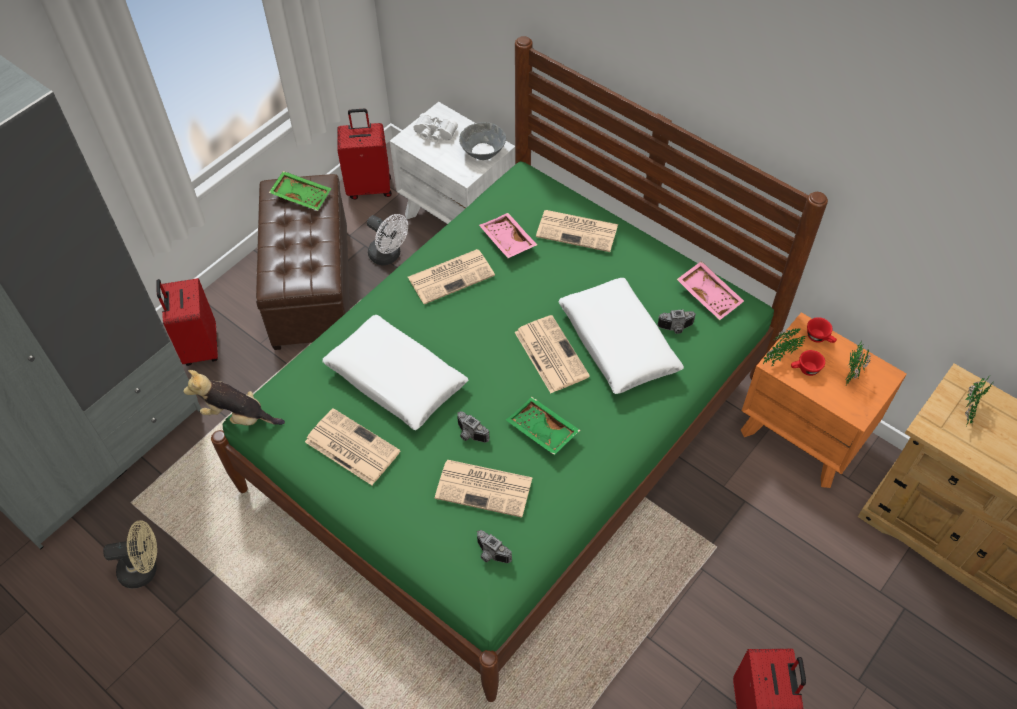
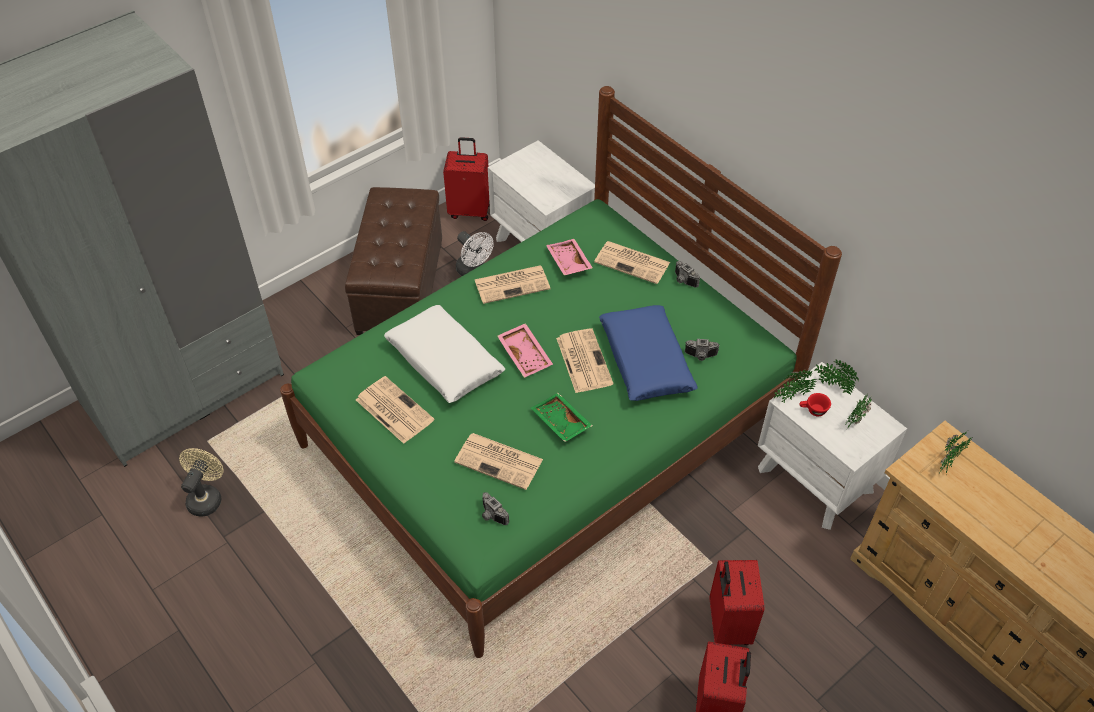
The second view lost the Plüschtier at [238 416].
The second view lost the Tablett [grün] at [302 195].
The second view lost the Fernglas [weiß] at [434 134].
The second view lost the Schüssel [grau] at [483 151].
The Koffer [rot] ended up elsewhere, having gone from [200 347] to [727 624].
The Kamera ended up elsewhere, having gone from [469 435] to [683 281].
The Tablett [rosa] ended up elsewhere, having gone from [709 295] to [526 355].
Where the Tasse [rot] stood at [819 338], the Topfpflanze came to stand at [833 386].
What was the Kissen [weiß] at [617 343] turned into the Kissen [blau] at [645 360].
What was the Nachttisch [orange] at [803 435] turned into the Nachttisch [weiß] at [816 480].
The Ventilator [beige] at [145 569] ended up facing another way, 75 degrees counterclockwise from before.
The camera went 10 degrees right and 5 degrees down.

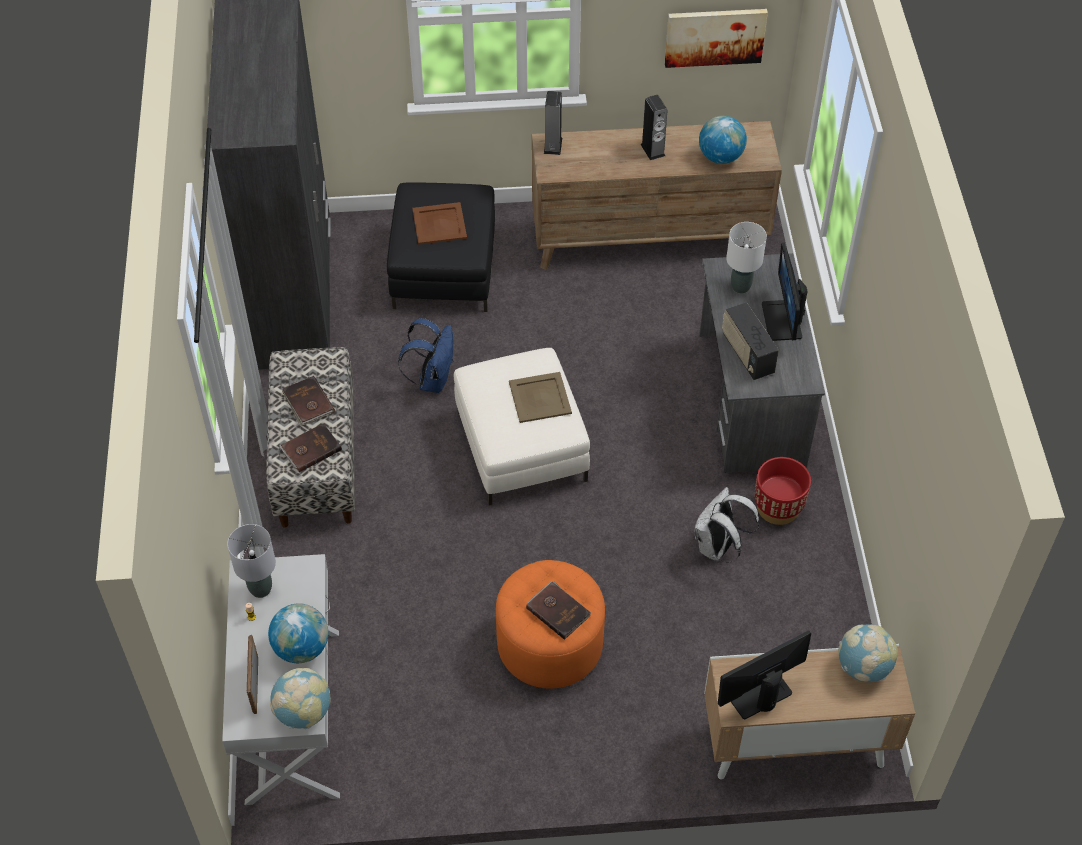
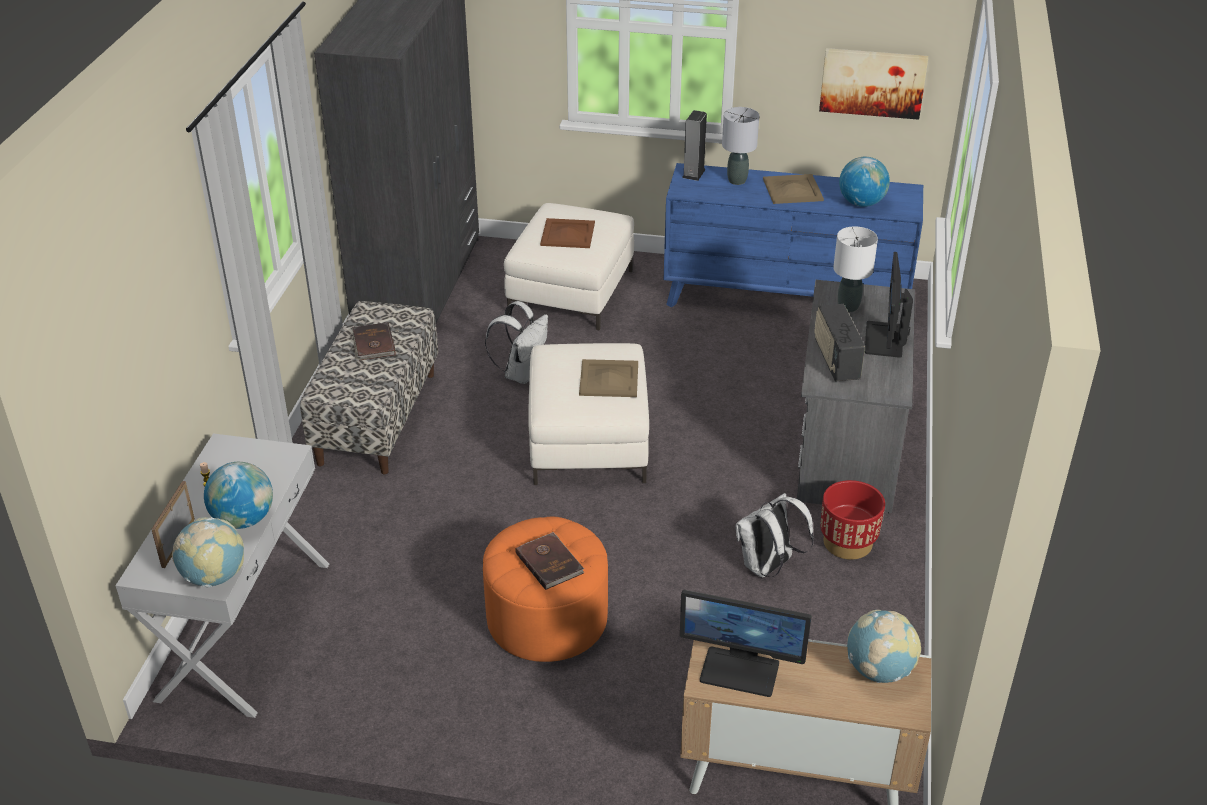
The second view lost the Buch [braun] at [310 449].
The Tischlampe [grau] ended up elsewhere, having gone from [260 589] to [737 180].
Where the Lautsprecher stood at [652 150], the Tablett [beige] came to stand at [793 189].
What was the Polsterhocker [schwarz] at [444 269] turned into the Polsterhocker [weiß] at [571 292].
What was the Rucksack [blau] at [432 379] turned into the Rucksack [weiß] at [522 373].
What was the Kommode [braun] at [649 238] turned into the Kommode [blau] at [785 299].
The Monitor at [758 693] ended up facing another way, 150 degrees counterclockwise from before.
The camera went 15 degrees right and 15 degrees down.

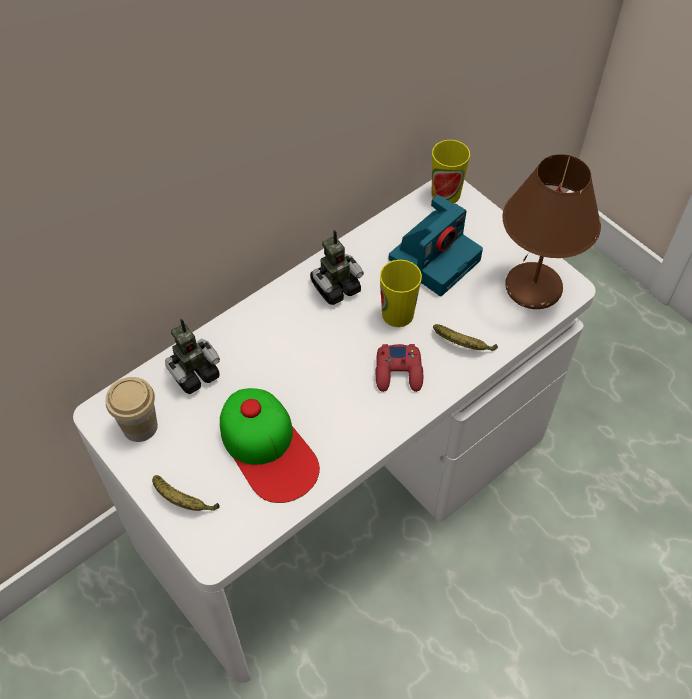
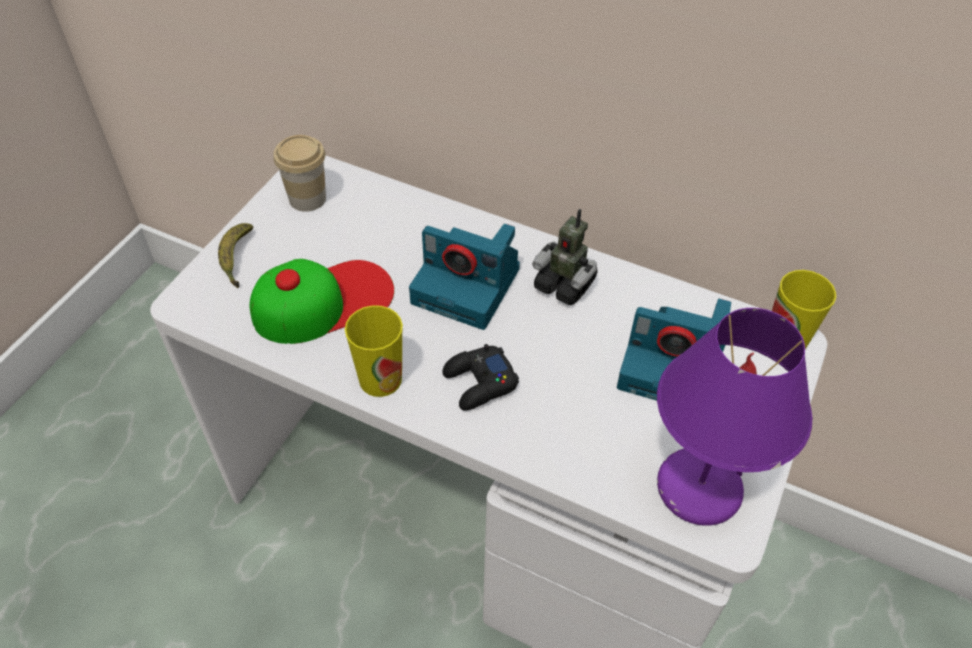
The second view lost the Spielzeugroboter at [193 373].
The second view lost the Banane at [463 345].
The second view gained the Kamera at [468 286].
The Tasse ended up elsewhere, having gone from [397 314] to [380 379].
What was the Gamepad [rot] at [399 372] turned into the Gamepad [schwarz] at [479 383].
What was the Tischlampe [braun] at [532 289] turned into the Tischlampe [lila] at [696 488].
The Kappe at [268 448] ended up facing another way, 150 degrees counterclockwise from before.
The camera went 65 degrees right and 5 degrees down.

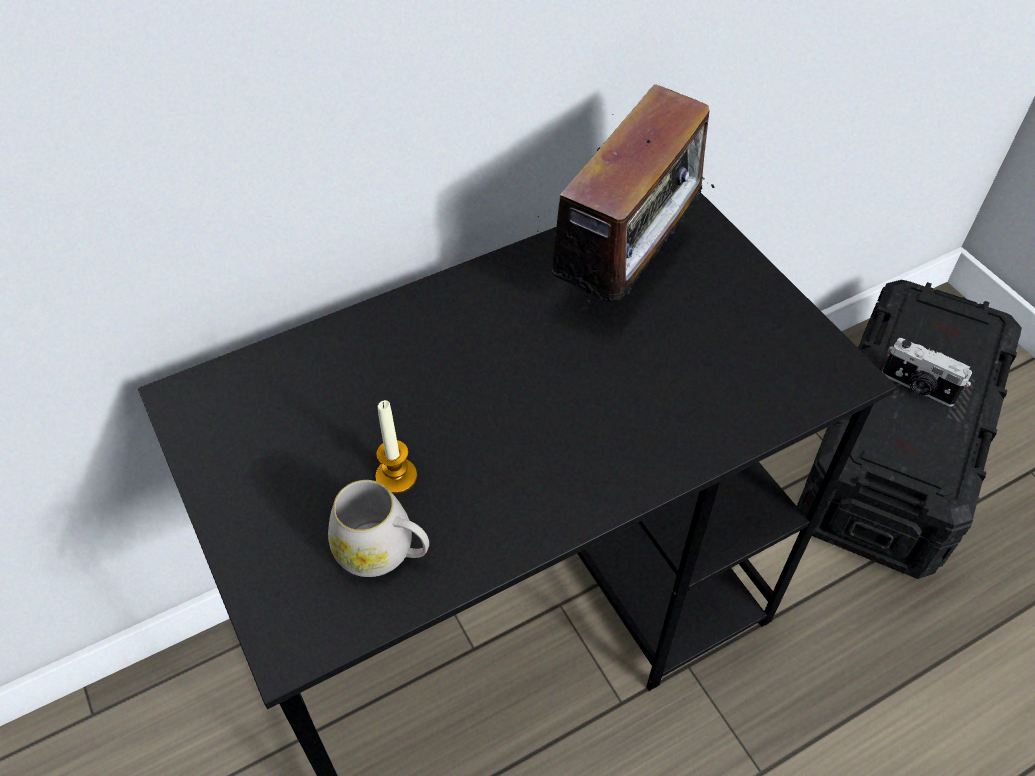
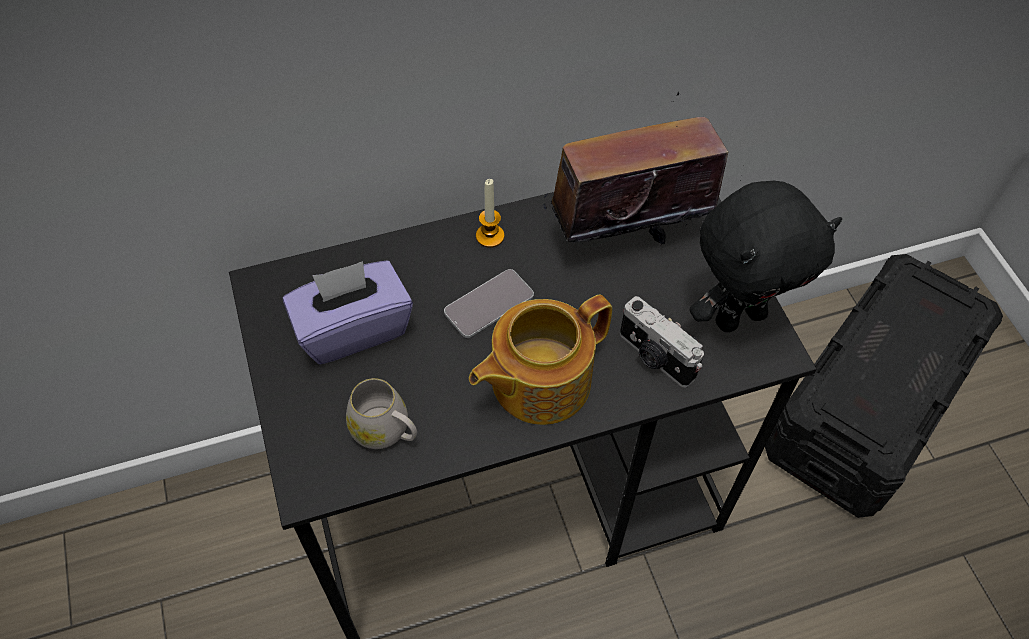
The second view gained the Taschentuchbox [lila] at [353 328].
The second view gained the Handy at [489 304].
The second view gained the Teekanne at [538 381].
The second view gained the Plüschtier [schwarz] at [739 316].
The Kerze ended up elsewhere, having gone from [396 476] to [490 236].
The Kamera ended up elsewhere, having gone from [917 387] to [655 357].
The Radio at [627 271] ended up facing another way, 150 degrees counterclockwise from before.
The camera went 10 degrees right and 5 degrees up.

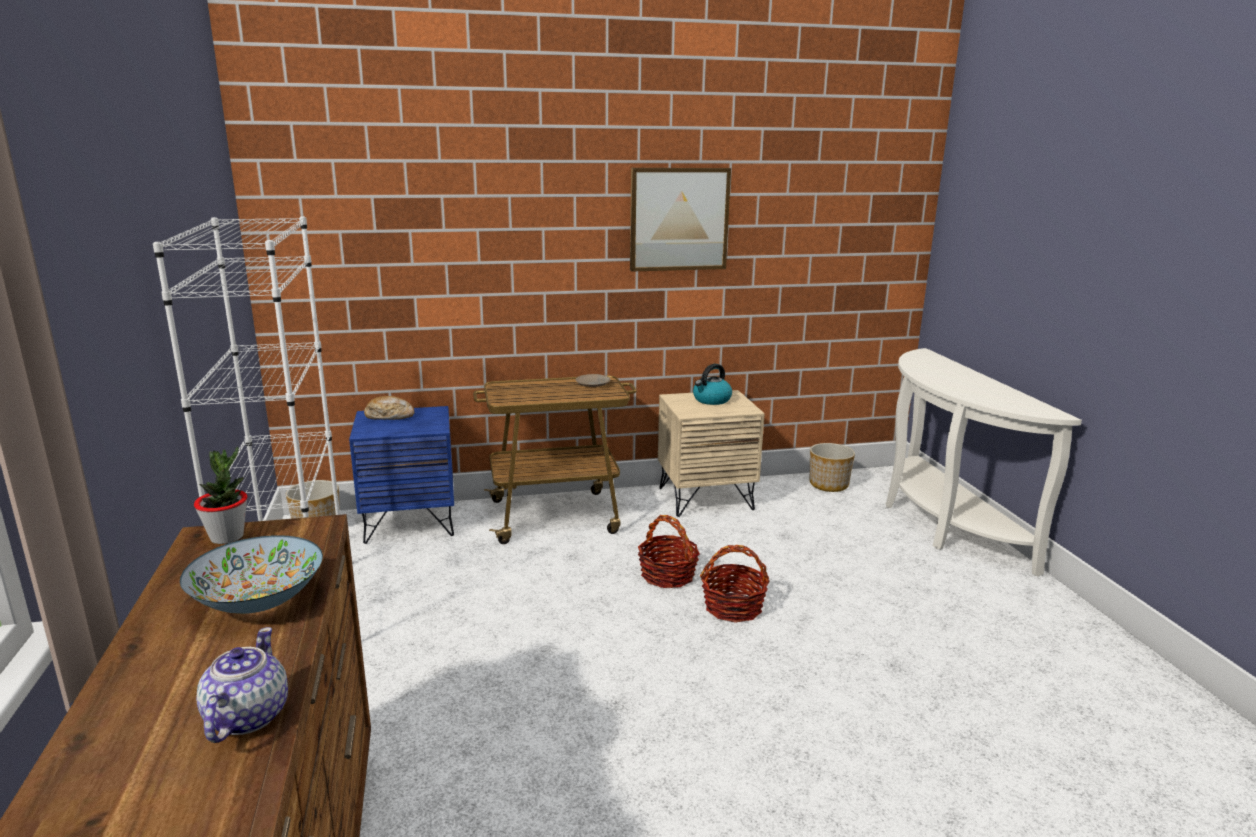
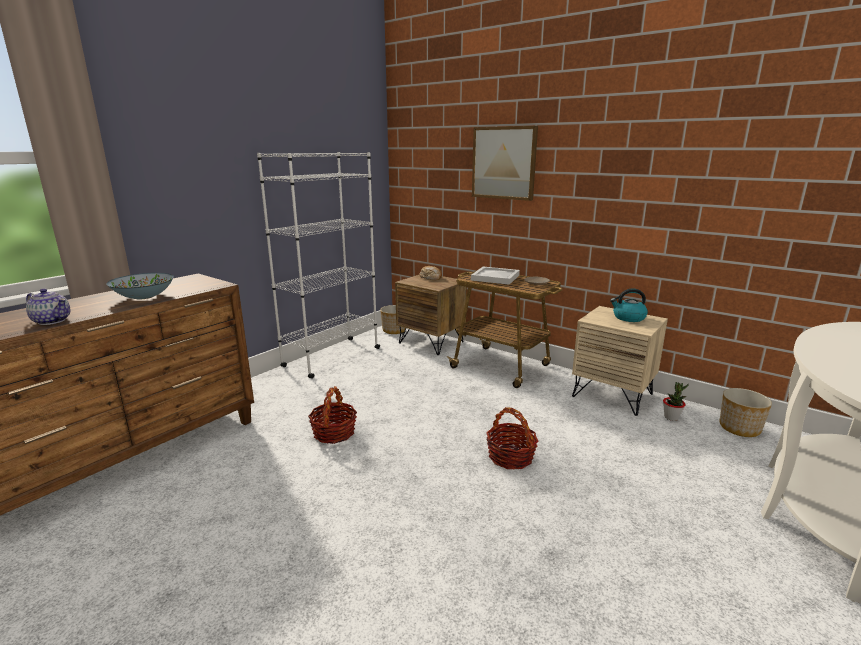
The second view gained the Tablett [weiß] at [494 277].
The Topfpflanze ended up elsewhere, having gone from [227 537] to [671 417].
The Bild ended up elsewhere, having gone from [678 219] to [504 163].
The Korb ended up elsewhere, having gone from [668 575] to [334 433].
What was the Nachttisch [blau] at [410 522] turned into the Nachttisch [braun] at [431 342].
The Teekanne at [246 717] ended up facing another way, 60 degrees clockwise from before.
The camera went 50 degrees right and 0 degrees up.

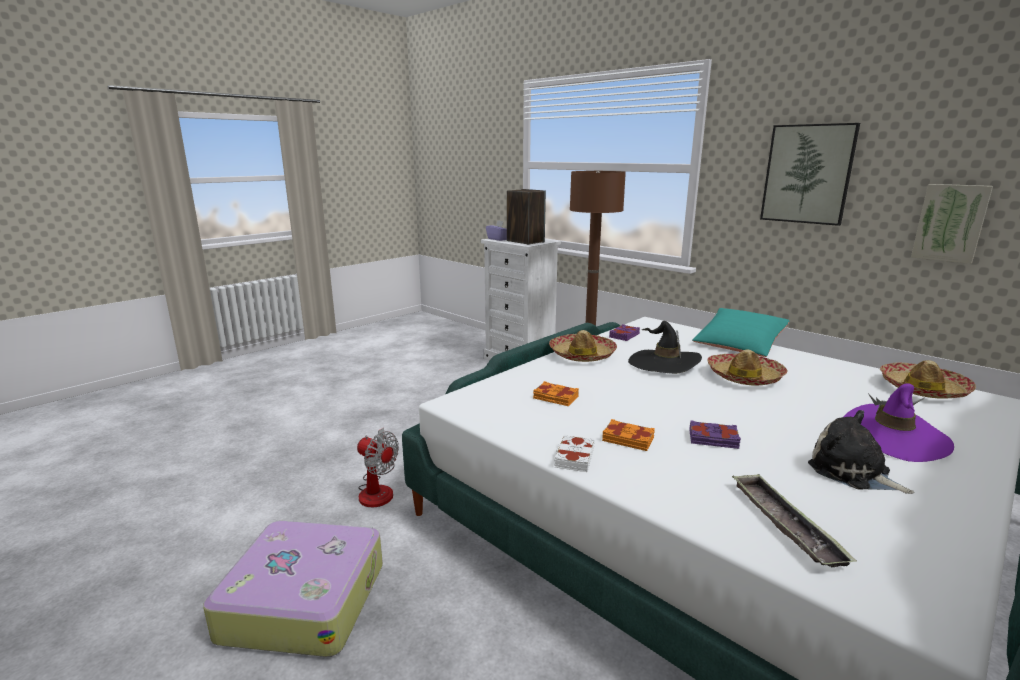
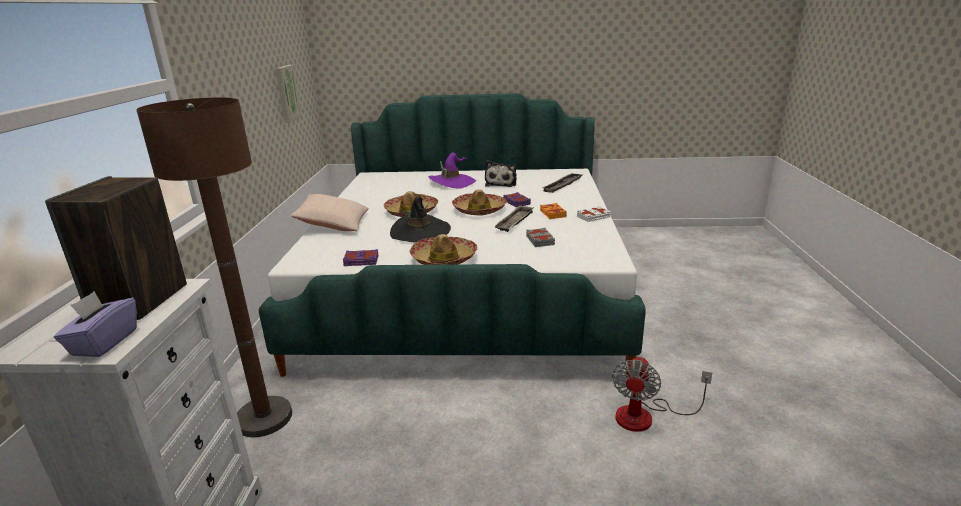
The second view lost the Koffer at [304 599].
The second view lost the Bild at [807 174].
The second view gained the Tablett at [515 222].
The Hut ended up elsewhere, having gone from [922 389] to [479 210].
What was the Buch [orange] at [555 398] turned into the Buch [grau] at [540 240].
What was the Kissen [türkis] at [738 344] turned into the Kissen [beige] at [333 224].
The Ventilator at [378 489] ended up facing another way, 150 degrees counterclockwise from before.
The camera went 130 degrees left and 5 degrees up.

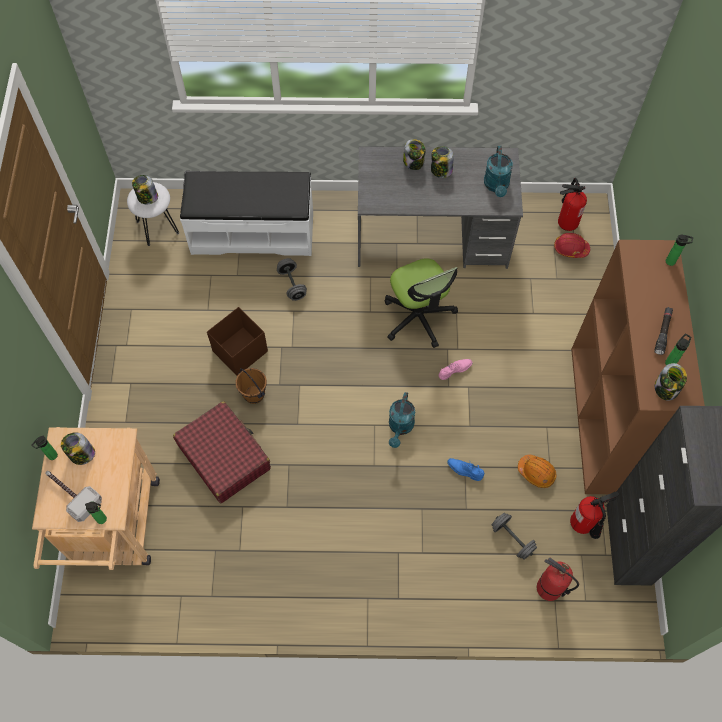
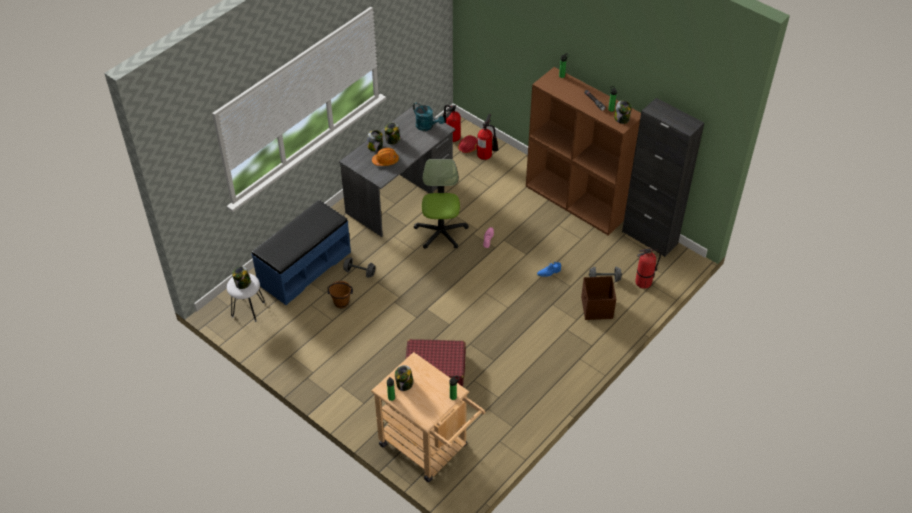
The second view lost the Hammer at [70 493].
The second view lost the Gießkanne [türkis] at [400 427].
The Aufbewahrungsbox [braun] ended up elsewhere, having gone from [239 351] to [596 308].
The Eimer [braun] ended up elsewhere, having gone from [253 394] to [341 303].
The Schutzhelm [orange] ended up elsewhere, having gone from [536 472] to [385 161].
The Feuerlöscher ended up elsewhere, having gone from [584 526] to [487 156].
What was the Bank [weiß] at [252 232] turned into the Bank [blau] at [304 268].
The Bürostuhl at [418 317] ended up facing another way, 105 degrees counterclockwise from before.
The camera went 50 degrees left and 15 degrees down.

